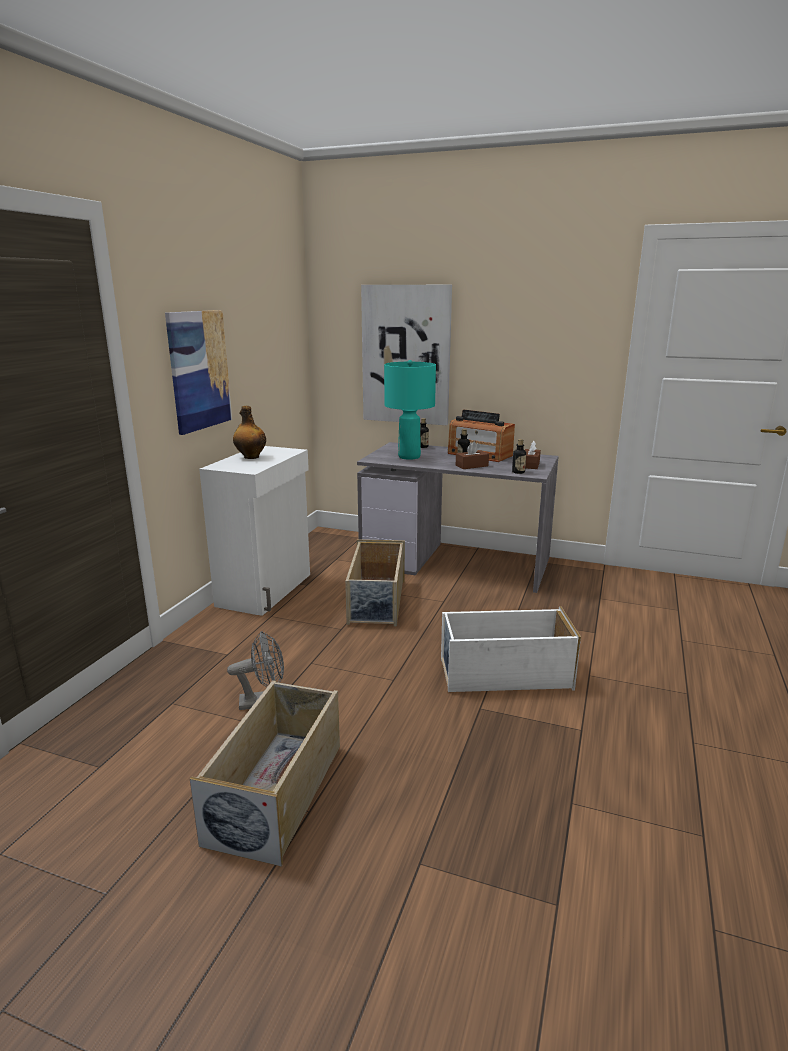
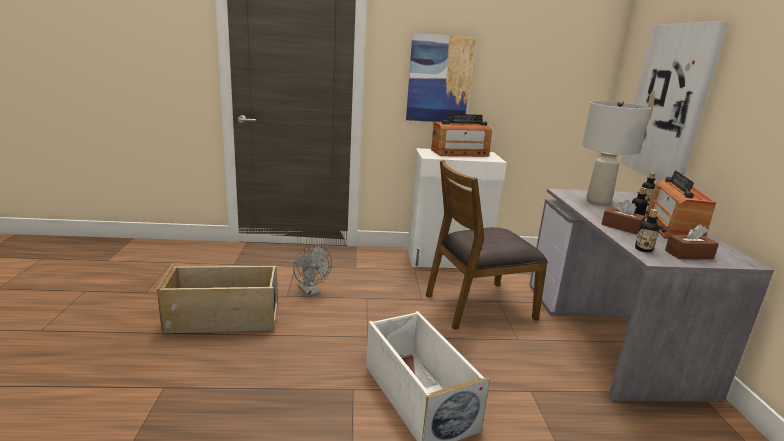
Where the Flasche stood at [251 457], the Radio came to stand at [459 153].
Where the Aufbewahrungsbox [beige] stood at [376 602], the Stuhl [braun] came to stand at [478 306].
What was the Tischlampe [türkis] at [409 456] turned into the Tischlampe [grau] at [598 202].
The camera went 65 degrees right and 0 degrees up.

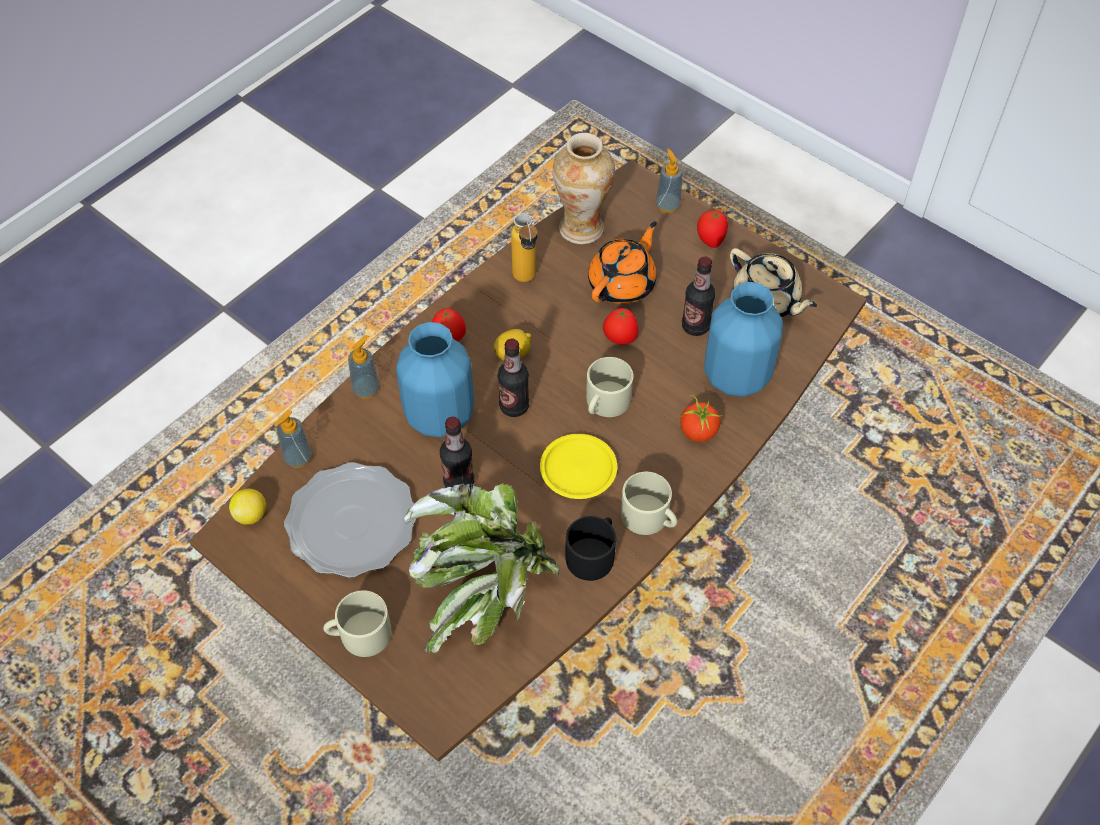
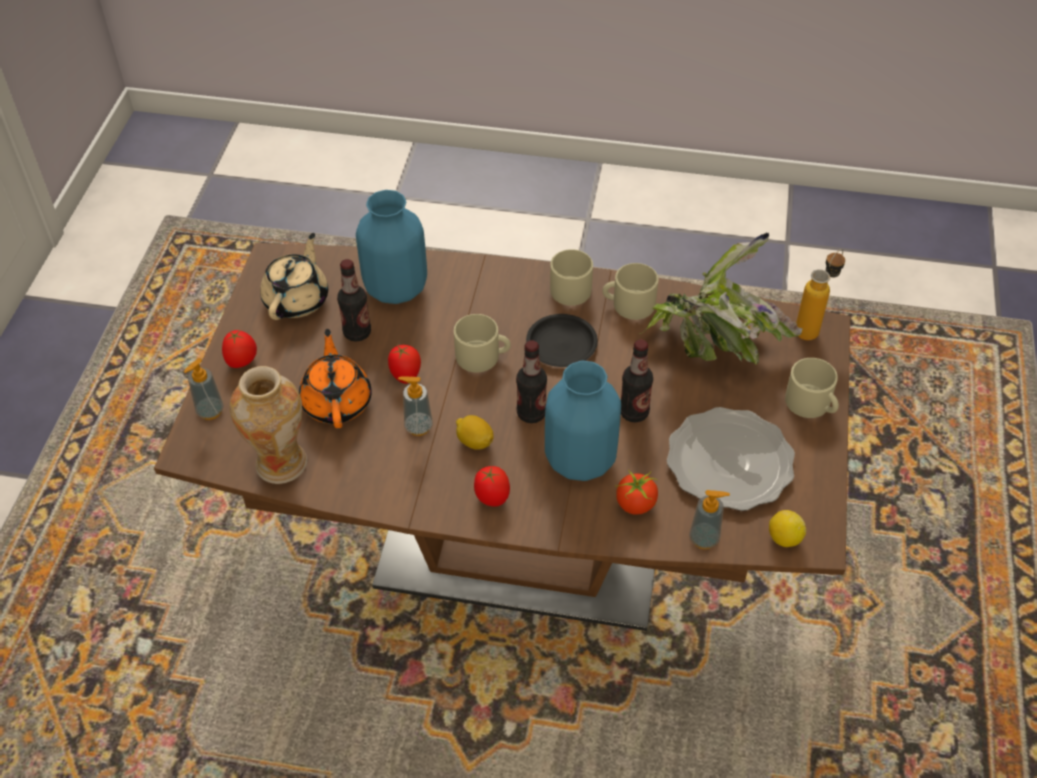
The Seifenspender ended up elsewhere, having gone from [366 389] to [418 426].
The Flasche ended up elsewhere, having gone from [526 281] to [812 327].
The Tomate ended up elsewhere, having gone from [698 431] to [635 504].
What was the Teller [gelb] at [579 469] turned into the Teller [schwarz] at [561 344].
What was the Henkelbecher [schwarz] at [593 554] turned into the Henkelbecher [beige] at [628 304].
The Teekanne [orange] at [623 284] ended up facing another way, 75 degrees clockwise from before.
The camera went 120 degrees left and 5 degrees down.

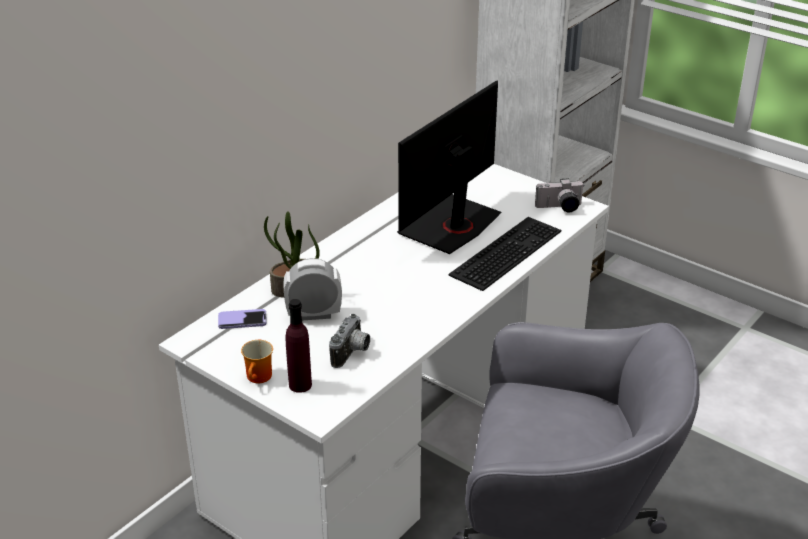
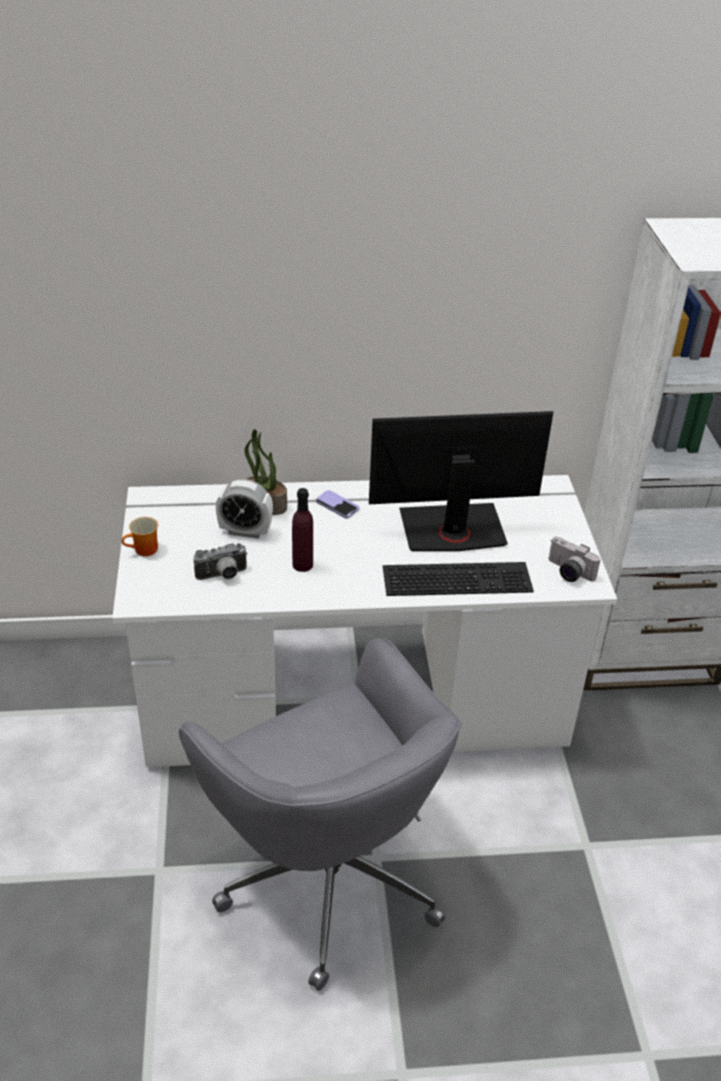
The Handy ended up elsewhere, having gone from [242 320] to [337 505].
The Flasche [lila] ended up elsewhere, having gone from [300 385] to [302 565].
The Wecker at [314 314] ended up facing another way, 150 degrees clockwise from before.
The camera went 45 degrees right and 5 degrees up.

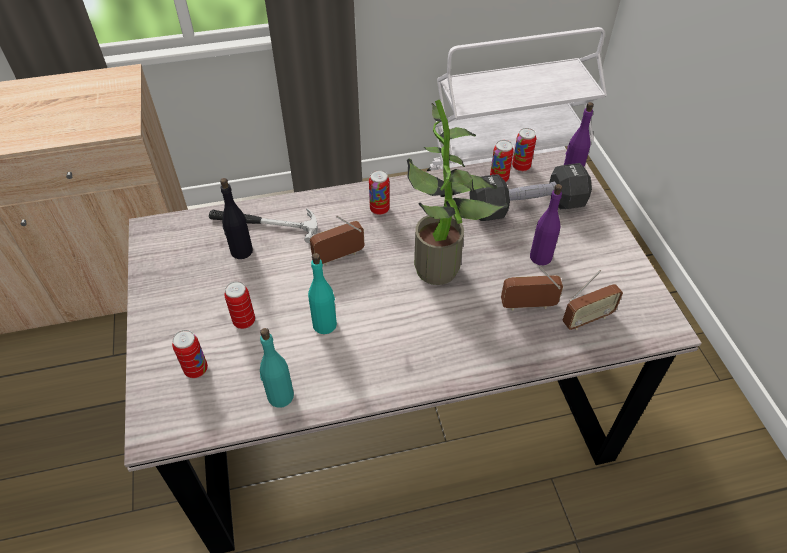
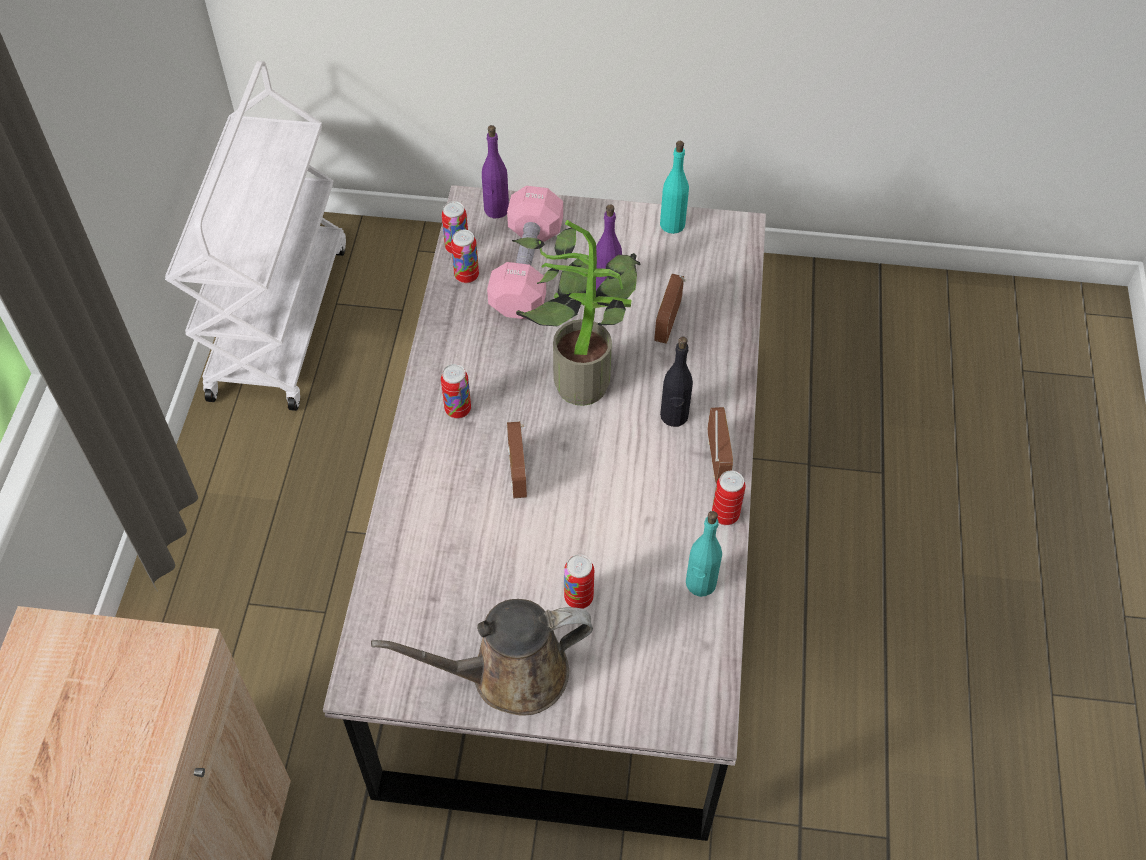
The second view lost the Hammer at [264 223].
The second view gained the Gießkanne [braun] at [509 674].
The Dose ended up elsewhere, having gone from [196 369] to [725 515].
The Flasche [schwarz] ended up elsewhere, having gone from [241 251] to [674 416].
The Flasche [türkis] ended up elsewhere, having gone from [325 324] to [672 224].
The Radio ended up elsewhere, having gone from [587 319] to [716 459].
What was the Hantel [schwarz] at [526 207] turned into the Hantel [rosa] at [527 269].
The camera went 70 degrees left and 5 degrees up.

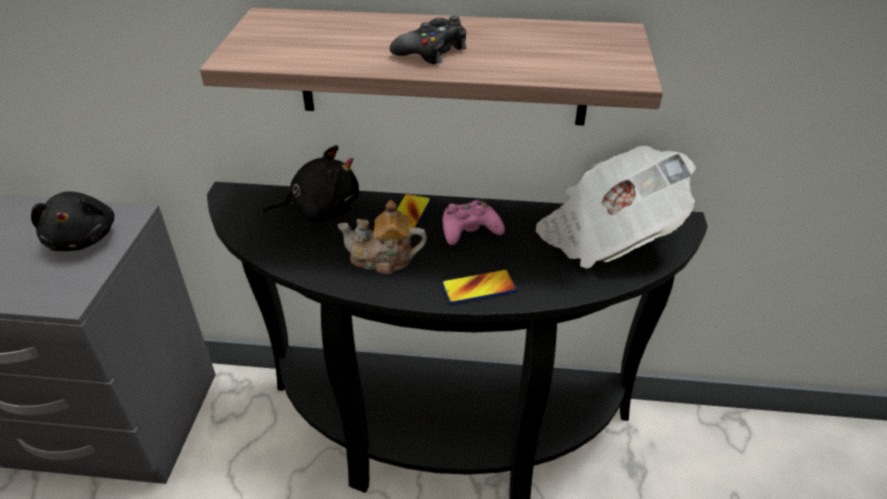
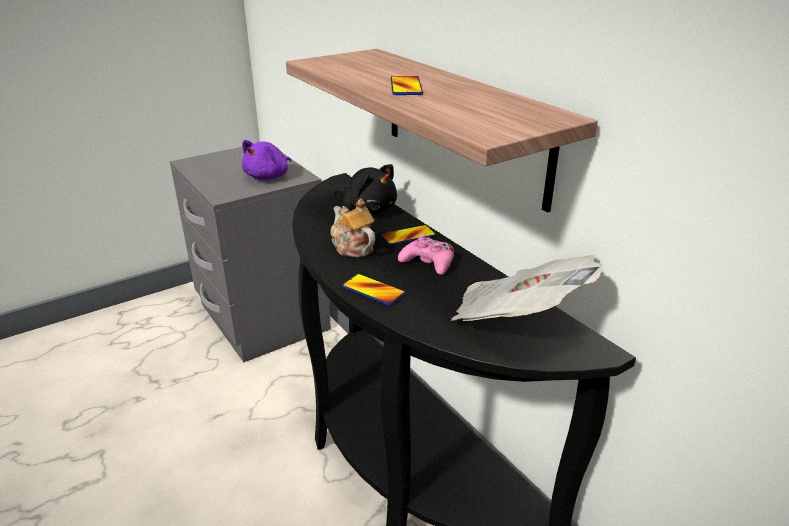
Where the Gamepad [schwarz] stood at [432 51], the Handy came to stand at [406 87].
What was the Plüschtier [schwarz] at [83 238] turned into the Plüschtier [lila] at [269 176].
The camera went 50 degrees right and 10 degrees down.

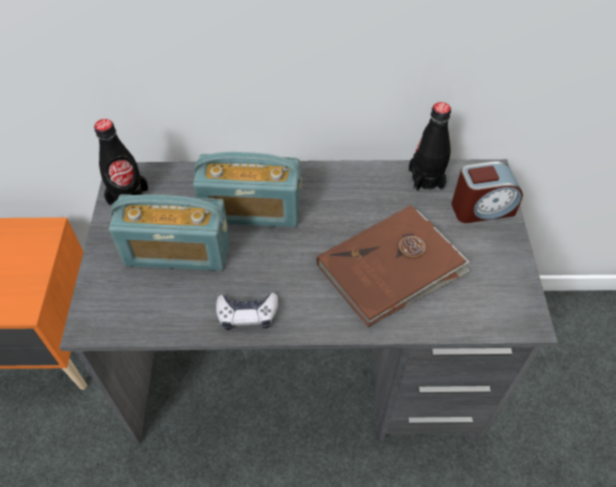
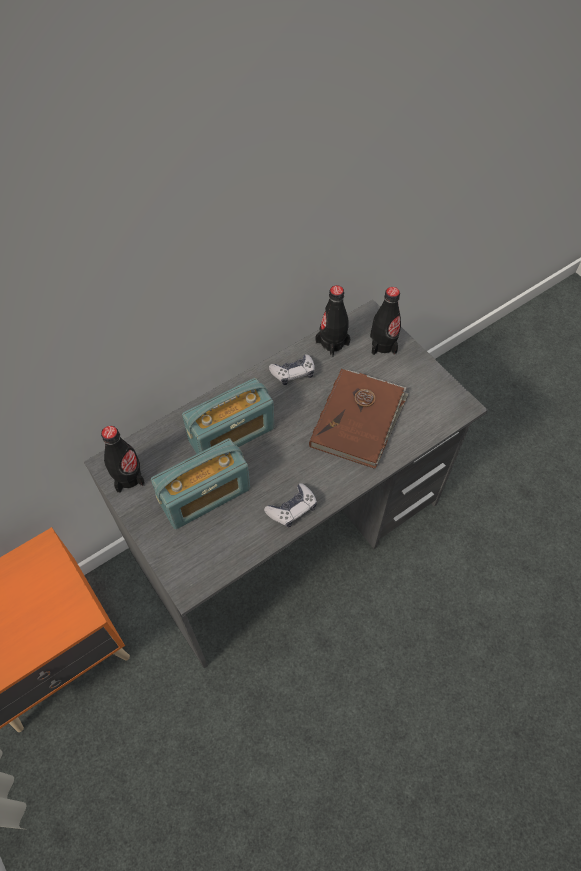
The second view gained the Gamepad at [293 373].
Where the Wecker stood at [482 208], the Flasche [schwarz] came to stand at [383 345].
The camera went 35 degrees left and 5 degrees up.

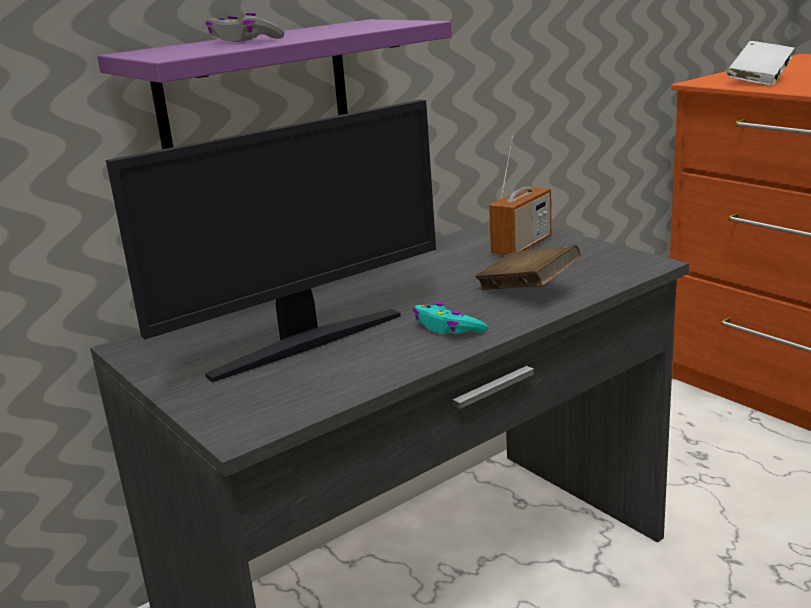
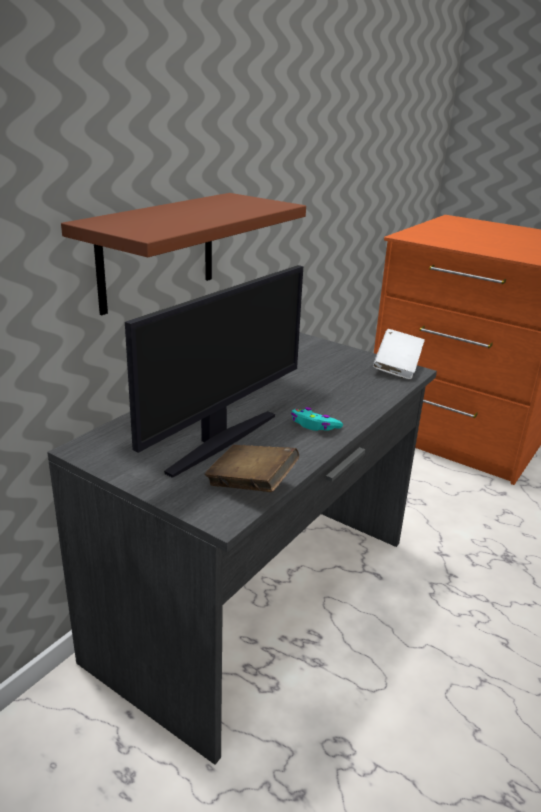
The second view lost the Gamepad [grau] at [243 41].
The second view lost the Radio at [521 246].
The Buch [braun] ended up elsewhere, having gone from [527 290] to [251 485].
The Buch [weiß] ended up elsewhere, having gone from [759 80] to [397 367].
What was the Wandregal [lila] at [255 96] turned into the Wandregal [braun] at [157 251].
The camera went 20 degrees left and 5 degrees up.

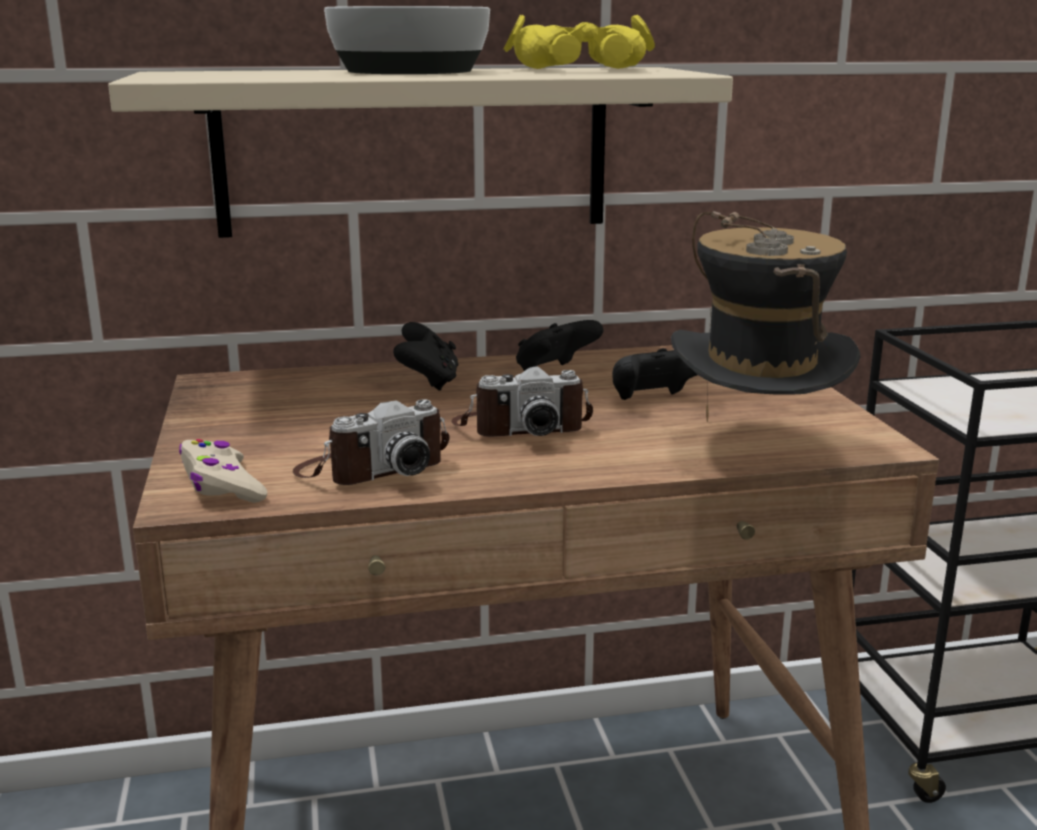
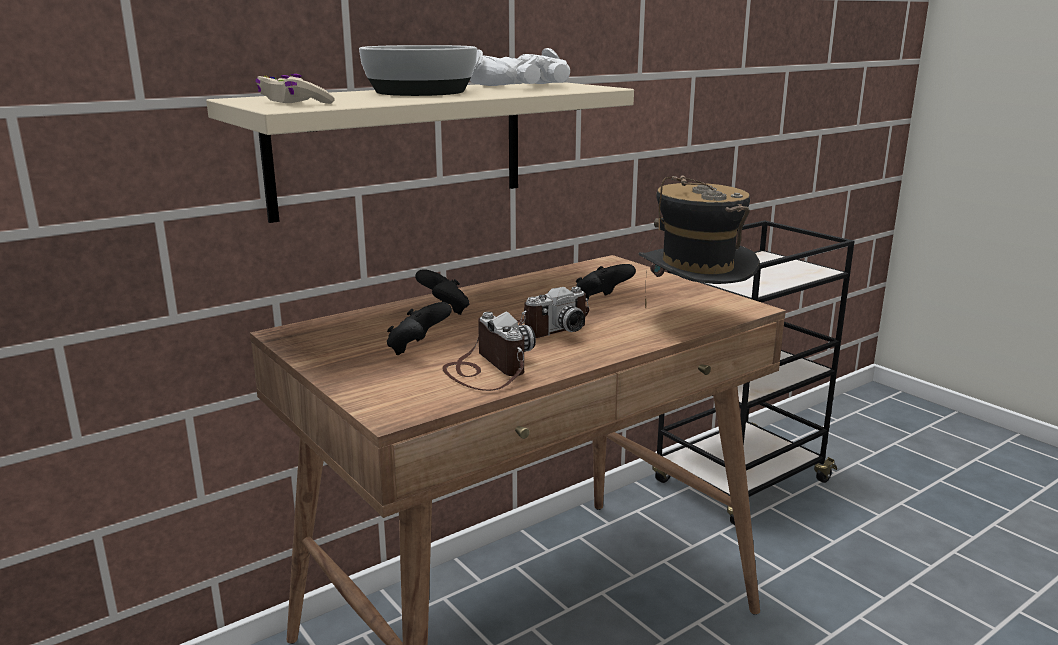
The Gamepad [beige] ended up elsewhere, having gone from [222 485] to [293 102].
The Gamepad [schwarz] ended up elsewhere, having gone from [554 373] to [417 349].
What was the Fernglas [gelb] at [582 70] turned into the Fernglas [weiß] at [523 86].
The Kamera at [373 469] ended up facing another way, 60 degrees counterclockwise from before.
The camera went 25 degrees left and 0 degrees up.

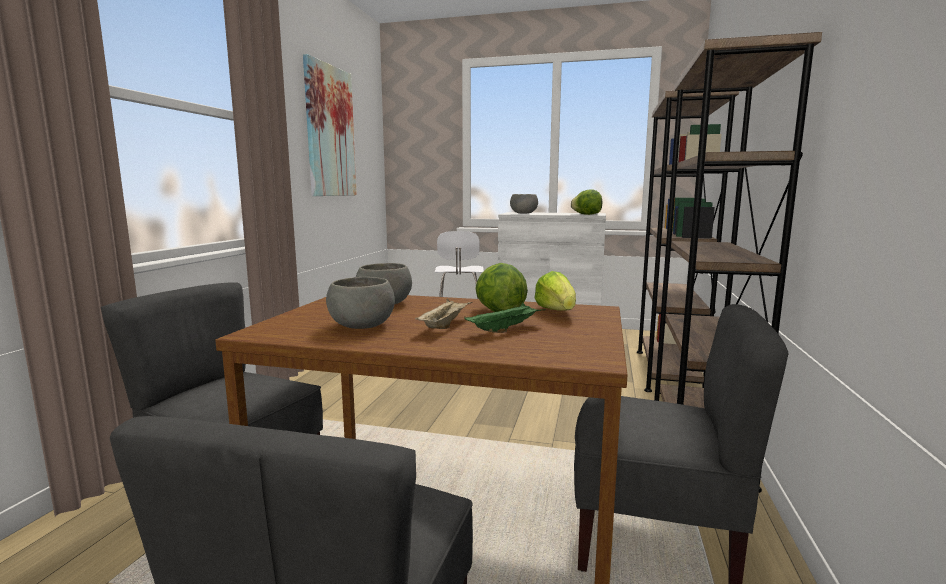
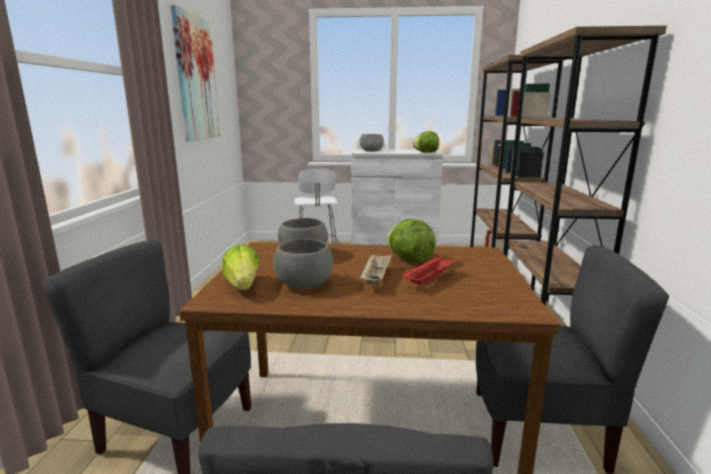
The Salatkopf ended up elsewhere, having gone from [556 312] to [243 286].
What was the Tablett [grün] at [505 329] turned into the Tablett [rot] at [429 280].
The camera went 10 degrees left and 5 degrees up.

